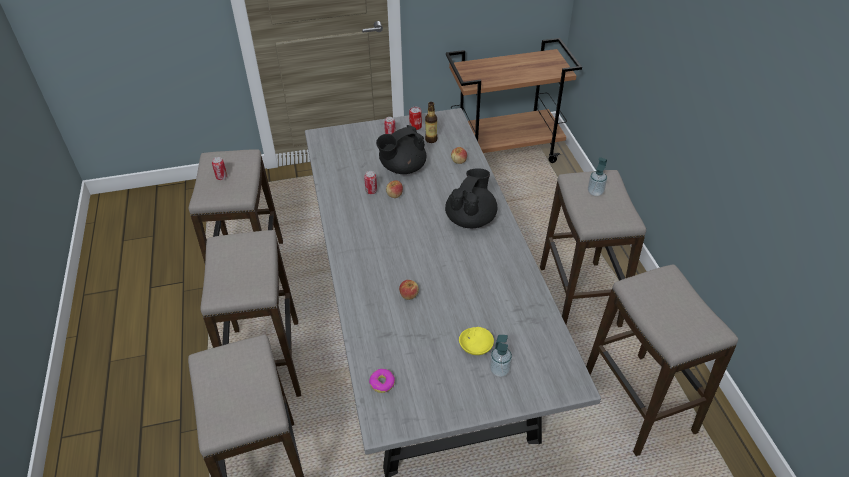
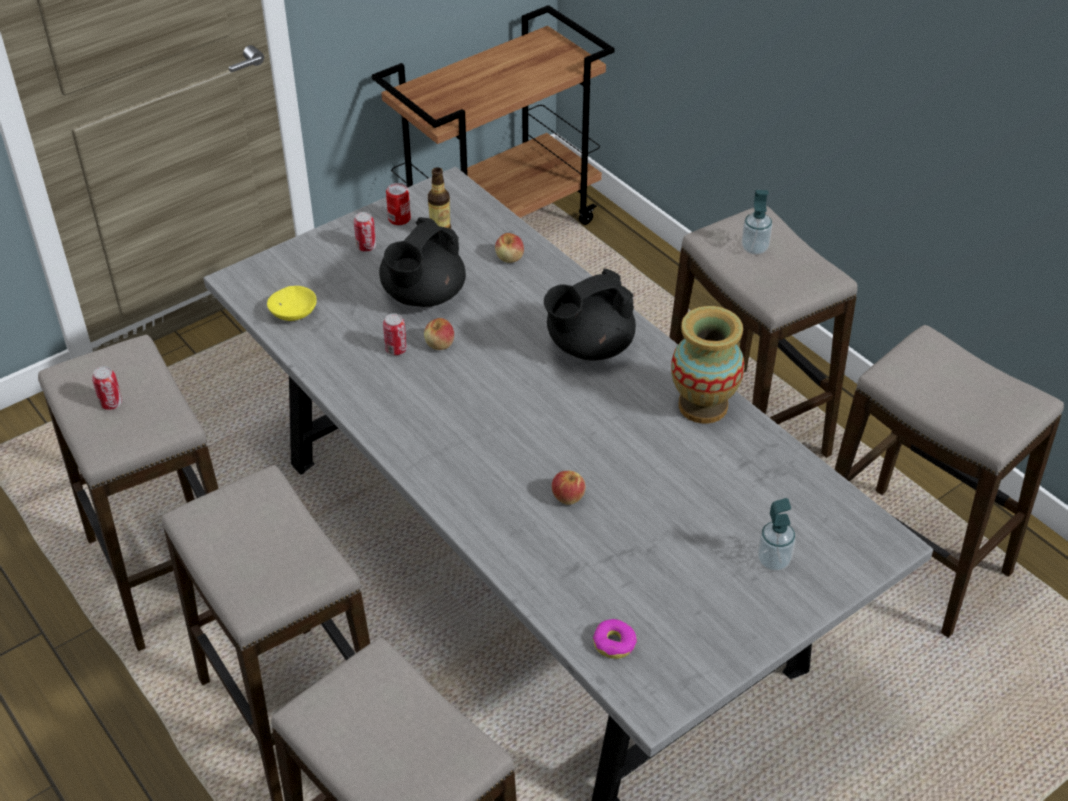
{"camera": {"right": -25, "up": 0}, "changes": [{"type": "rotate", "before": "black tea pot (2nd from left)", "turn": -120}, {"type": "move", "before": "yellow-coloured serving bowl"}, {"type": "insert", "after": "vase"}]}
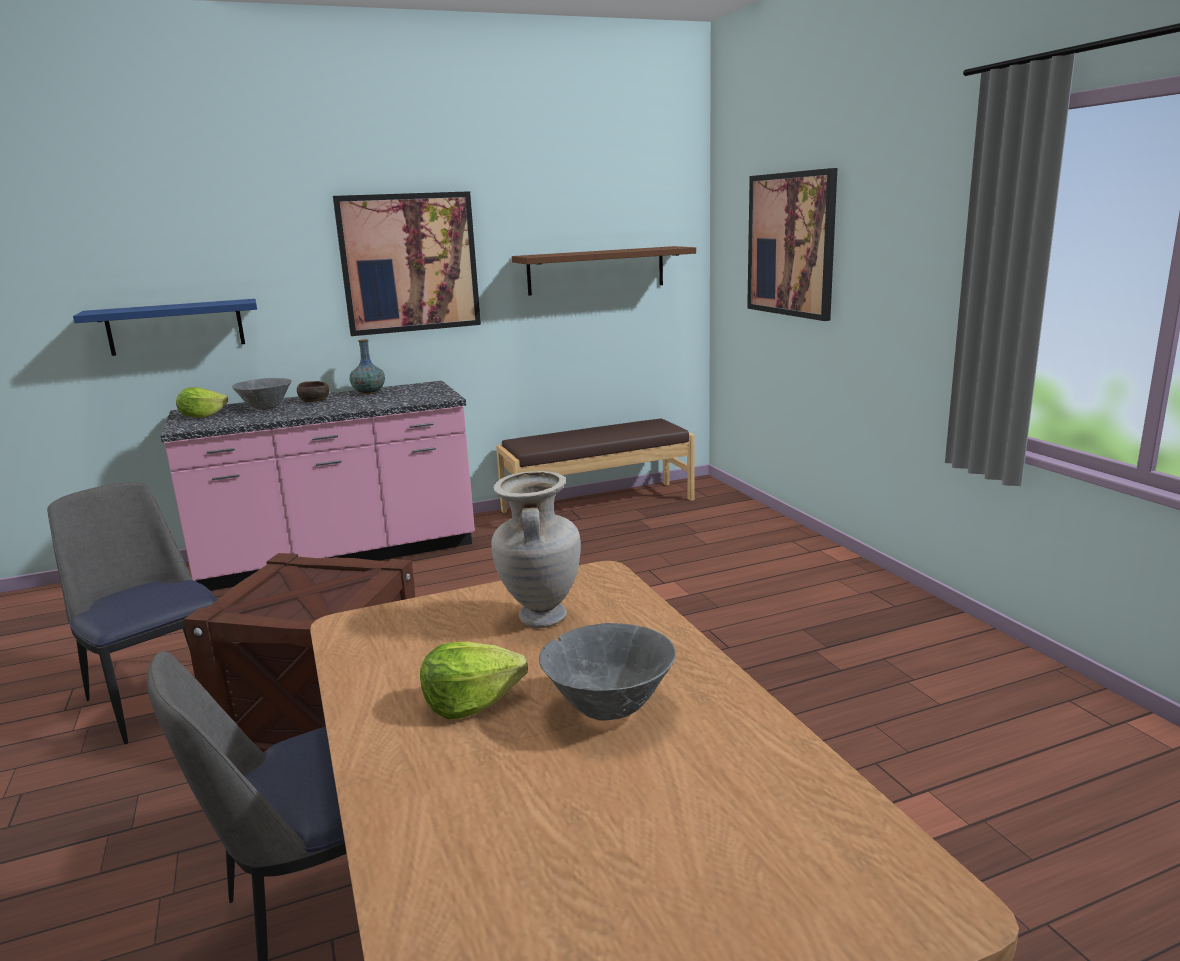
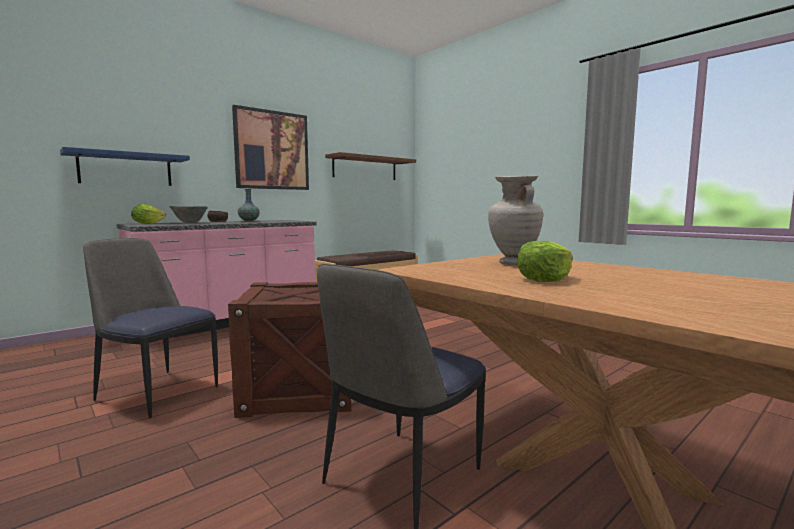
{"camera": {"right": -20, "up": -10}, "changes": [{"type": "delete", "before": "wall art (2nd from left)"}, {"type": "delete", "before": "grey serving bowl (2nd from left)"}]}
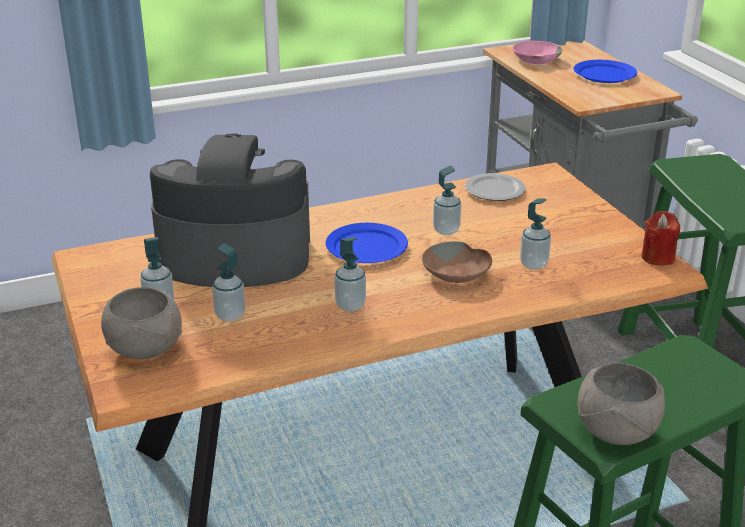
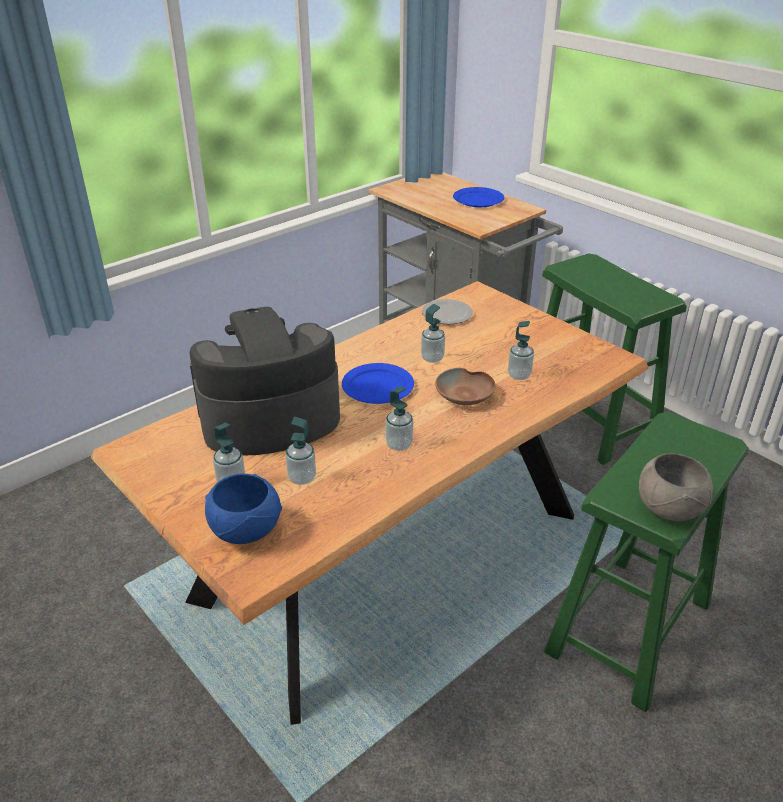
{"camera": {"right": -20, "up": 5}, "changes": [{"type": "delete", "before": "pink-coloured serving bowl"}, {"type": "delete", "before": "red-coloured wax candle"}, {"type": "recolor", "before": "grey serving bowl (1st from left)", "after": "blue serving bowl"}]}
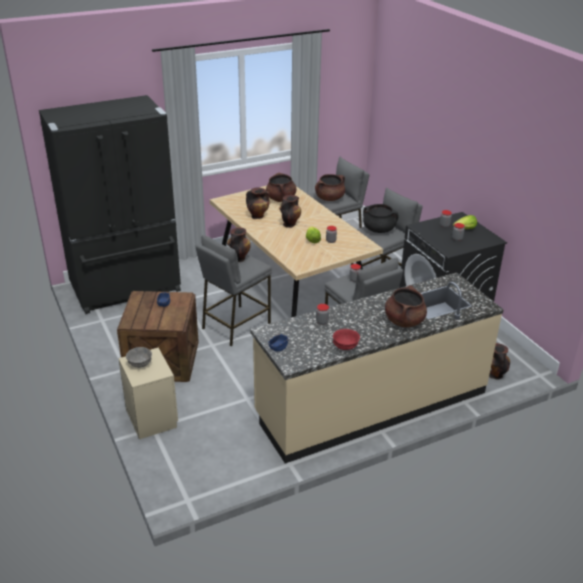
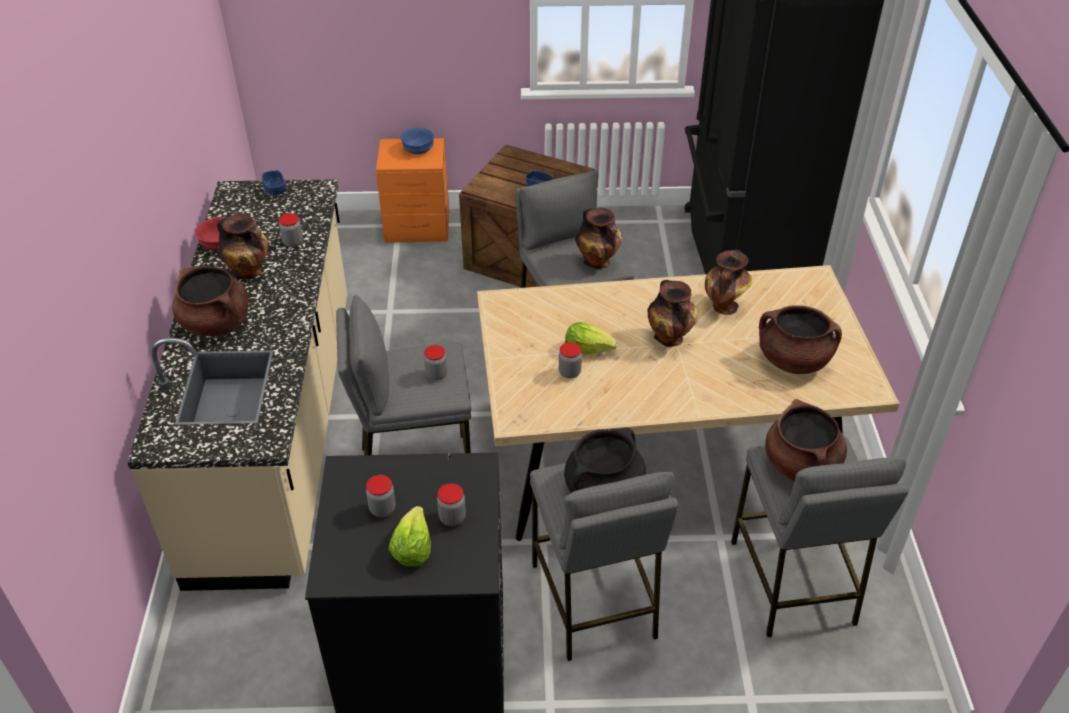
{"camera": {"right": 115, "up": 10}, "changes": [{"type": "move", "before": "vase (4th from left in the first image)", "after": "vase (1st from left)"}, {"type": "recolor", "before": "grey serving bowl", "after": "blue serving bowl (2nd from left)"}, {"type": "recolor", "before": "sand-coloured night table", "after": "orange-coloured night table"}]}
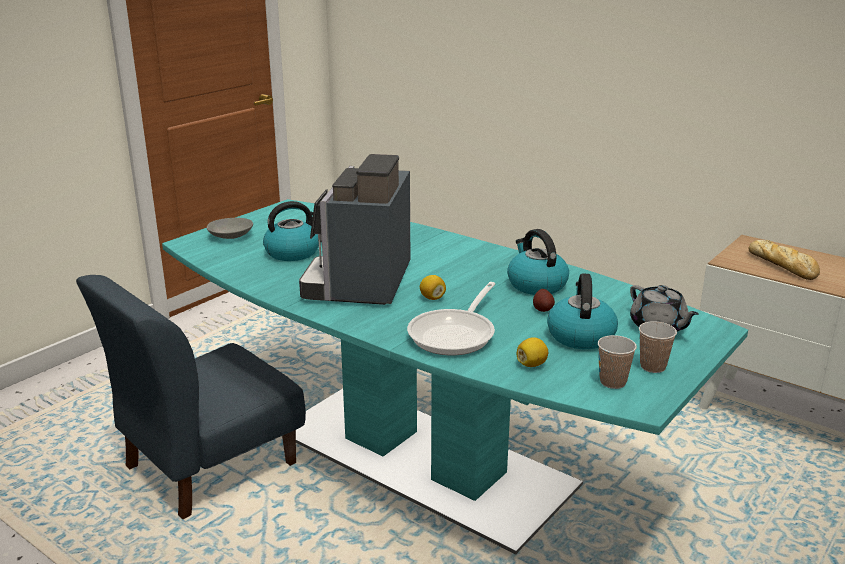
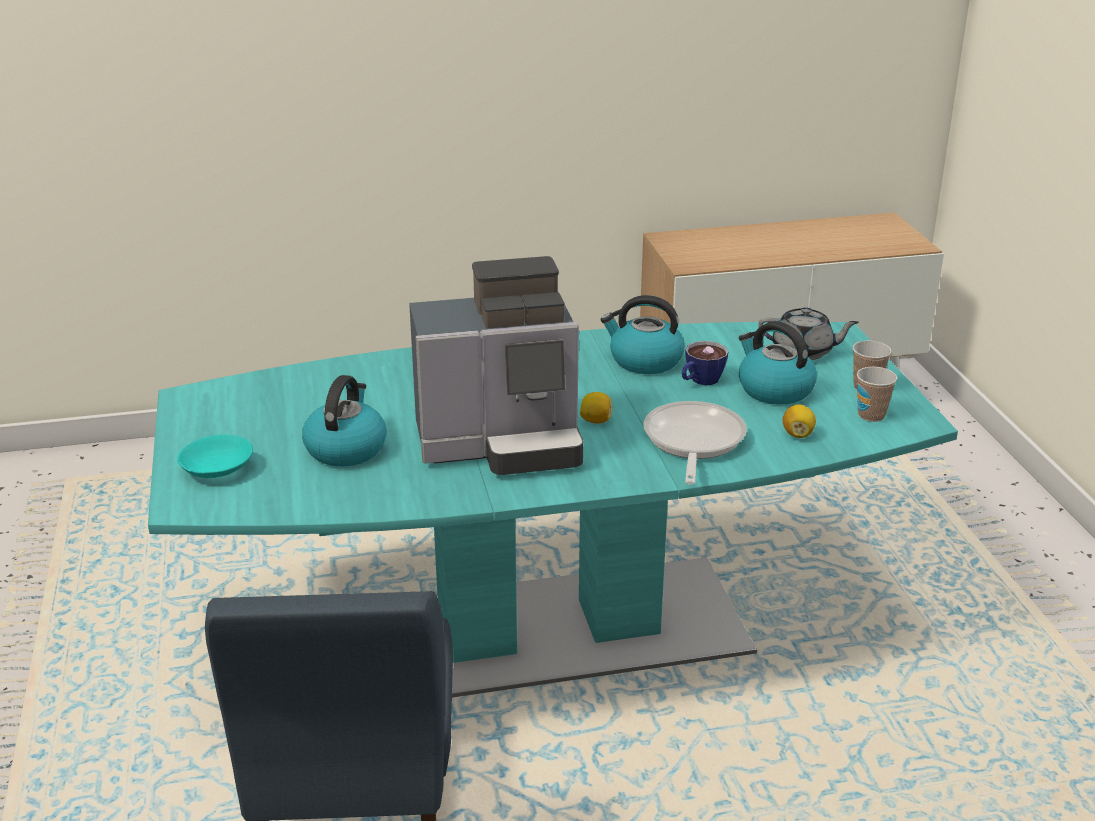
{"camera": {"right": -50, "up": 5}, "changes": [{"type": "rotate", "before": "coffee brewer", "turn": -60}, {"type": "recolor", "before": "grey serving bowl", "after": "blue-green serving bowl"}, {"type": "delete", "before": "bakery bread"}, {"type": "rotate", "before": "skillet", "turn": -150}, {"type": "replace", "before": "spud", "after": "small cup (1st from left)"}]}
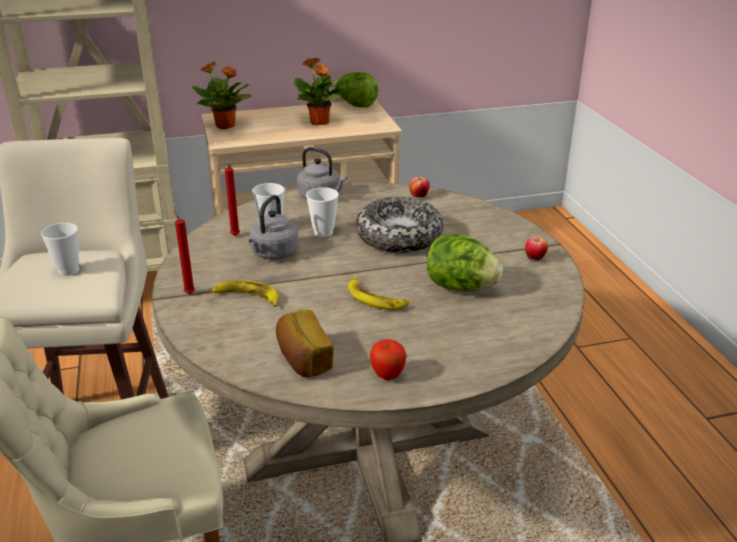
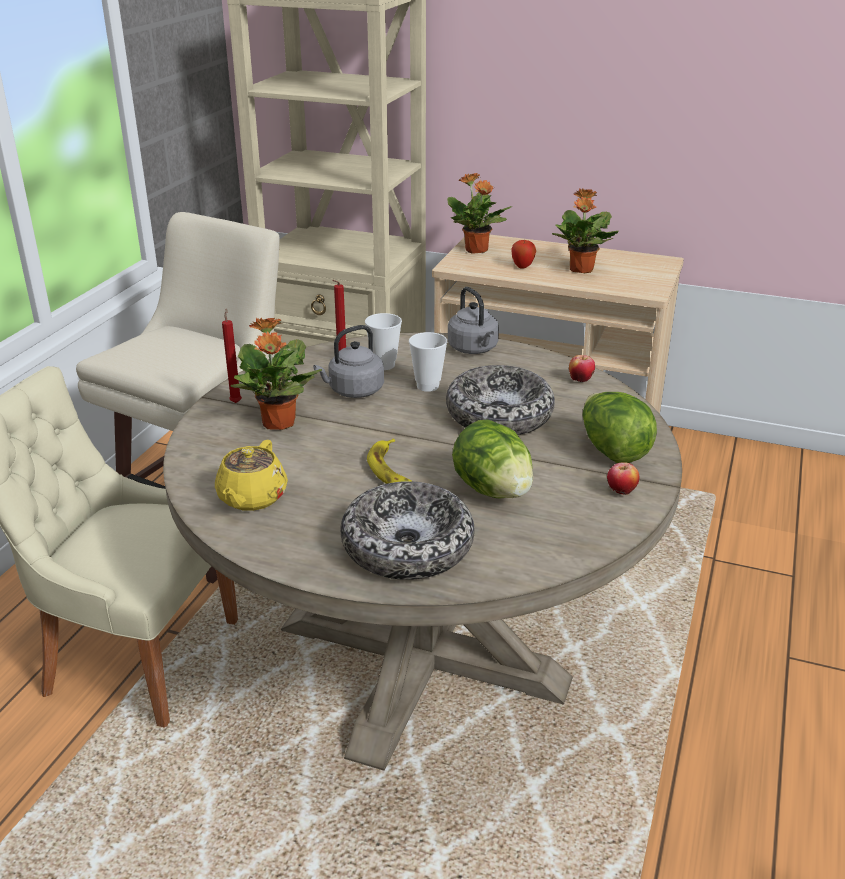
{"camera": {"right": 35, "up": 0}, "changes": [{"type": "move", "before": "lettuce (1st from left in the first image)", "after": "lettuce (2nd from left)"}, {"type": "delete", "before": "small cup (1st from left)"}, {"type": "replace", "before": "banana fruit (1st from left)", "after": "potted plant (1st from left)"}, {"type": "replace", "before": "bakery bread", "after": "yellow-coloured tea pot"}, {"type": "move", "before": "whole apple (1st from left)"}, {"type": "insert", "after": "serving bowl (1st from left)"}]}
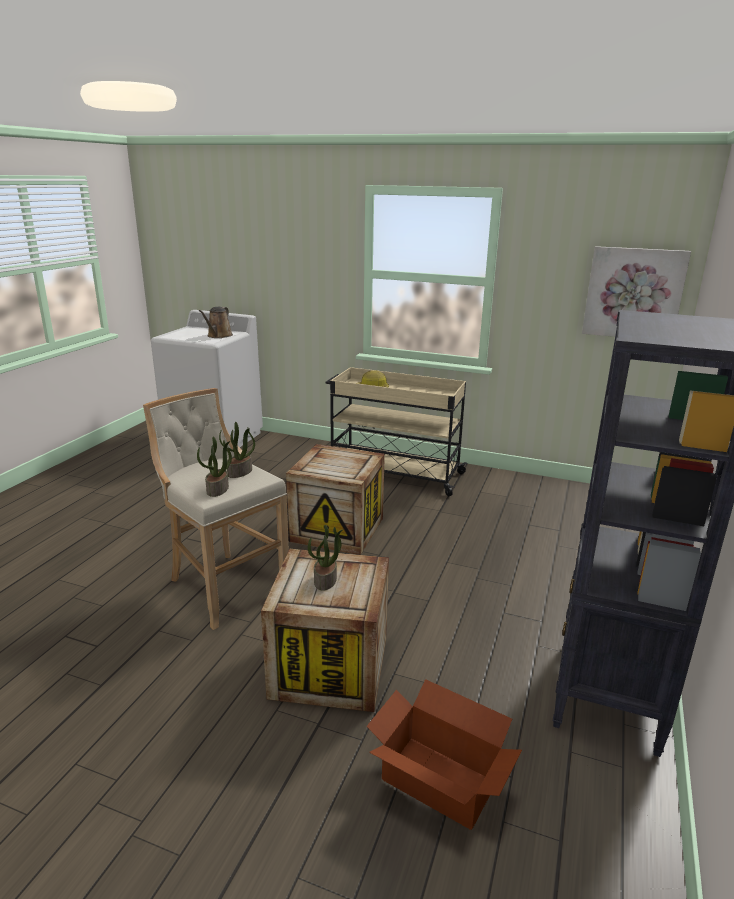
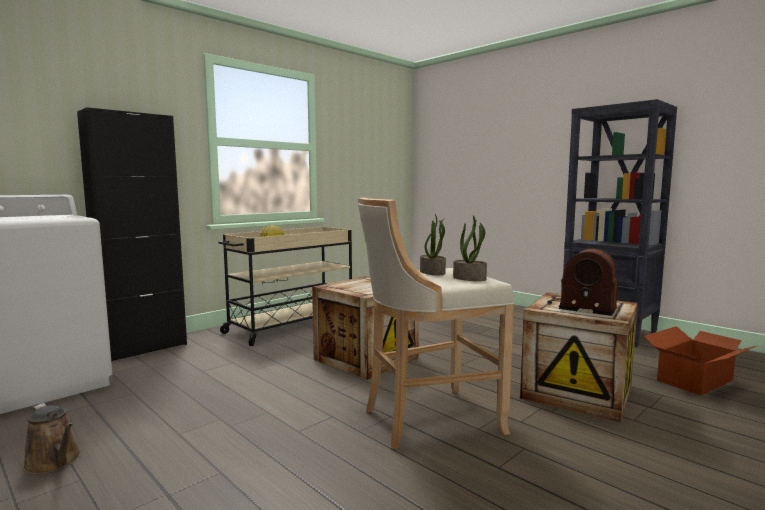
{"camera": {"right": -65, "up": -15}, "changes": [{"type": "delete", "before": "wall art"}, {"type": "move", "before": "brown-coloured watering can"}, {"type": "replace", "before": "potted plant (3rd from left)", "after": "radio"}, {"type": "insert", "after": "black storage cabinet"}]}
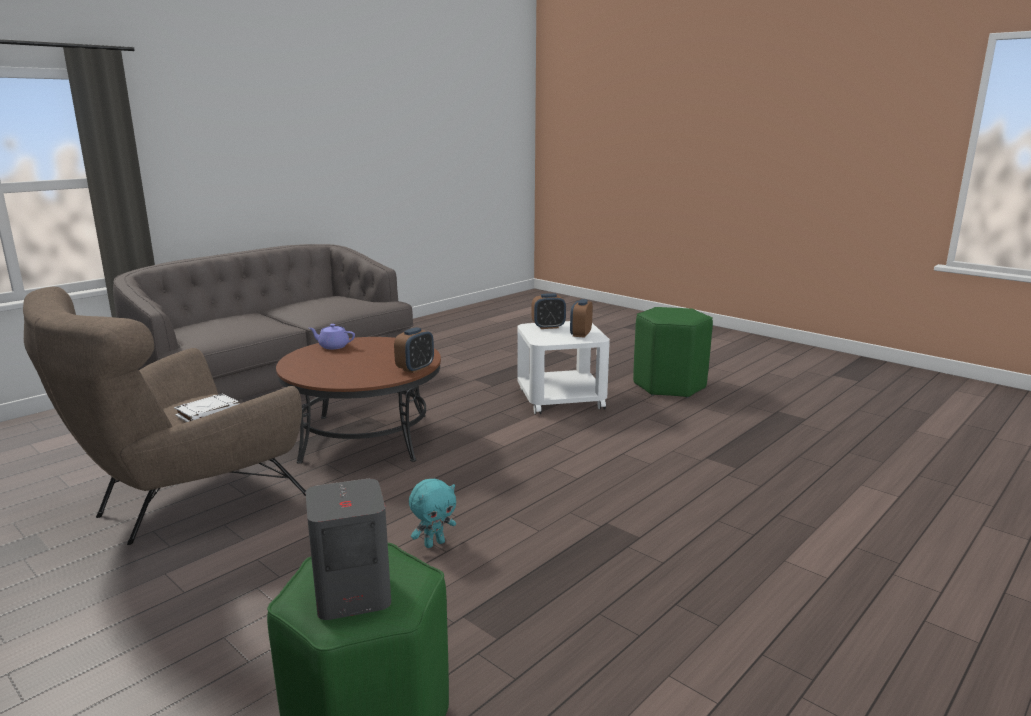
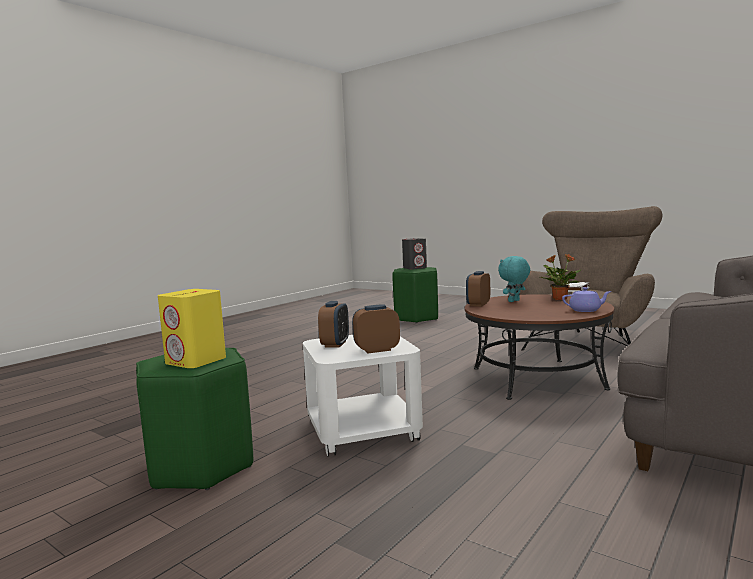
{"camera": {"right": 175, "up": -10}, "changes": [{"type": "move", "before": "blue-green soft toy"}, {"type": "insert", "after": "potted plant"}, {"type": "insert", "after": "yellow-coloured audio speaker"}]}
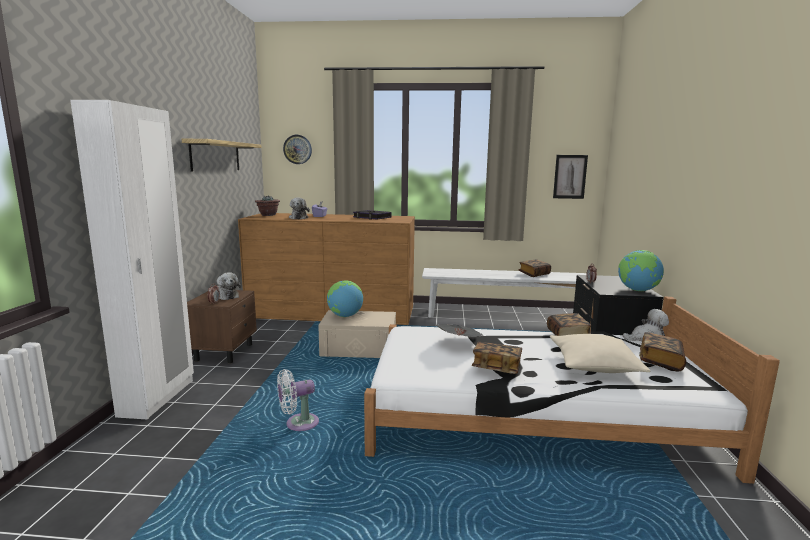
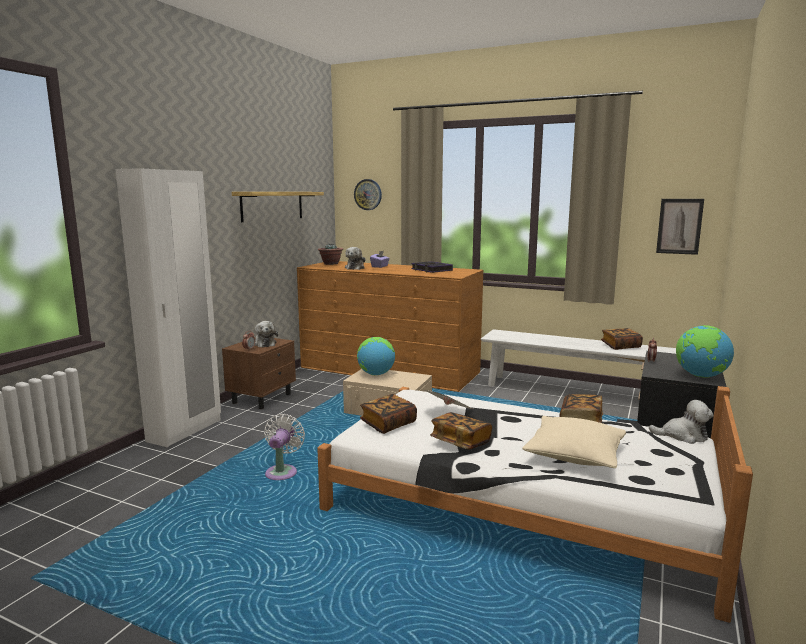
{"camera": {"right": 20, "up": 0}, "changes": [{"type": "move", "before": "volume (5th from left in the first image)", "after": "volume (1st from left)"}, {"type": "rotate", "before": "white fan", "turn": 105}]}
